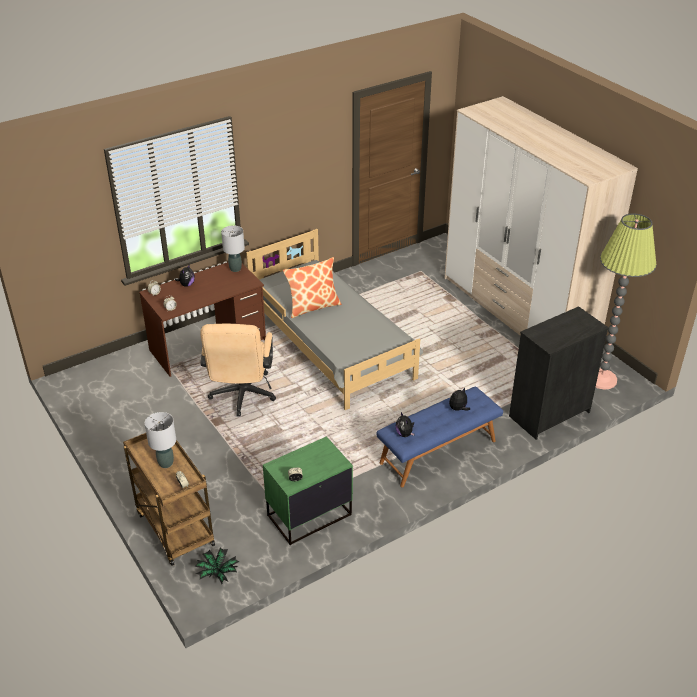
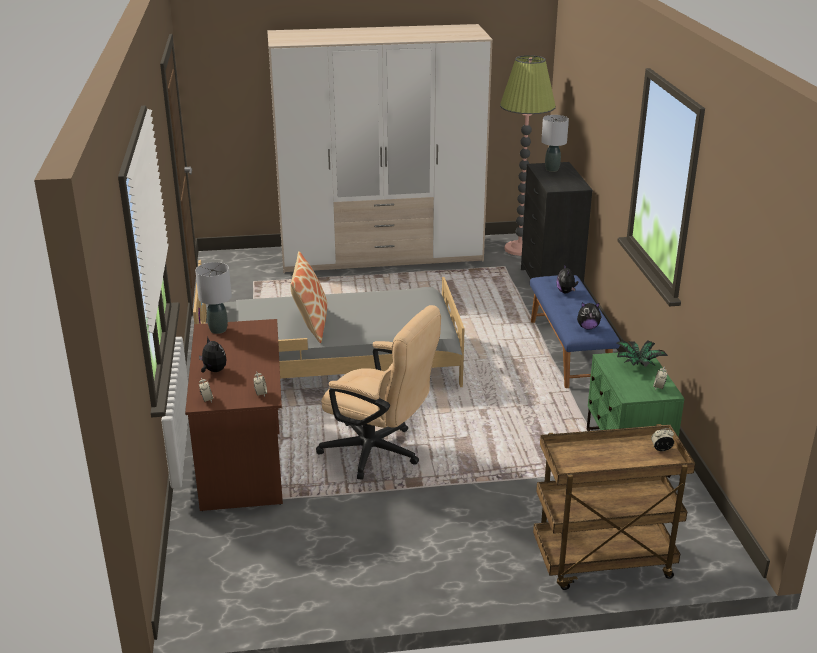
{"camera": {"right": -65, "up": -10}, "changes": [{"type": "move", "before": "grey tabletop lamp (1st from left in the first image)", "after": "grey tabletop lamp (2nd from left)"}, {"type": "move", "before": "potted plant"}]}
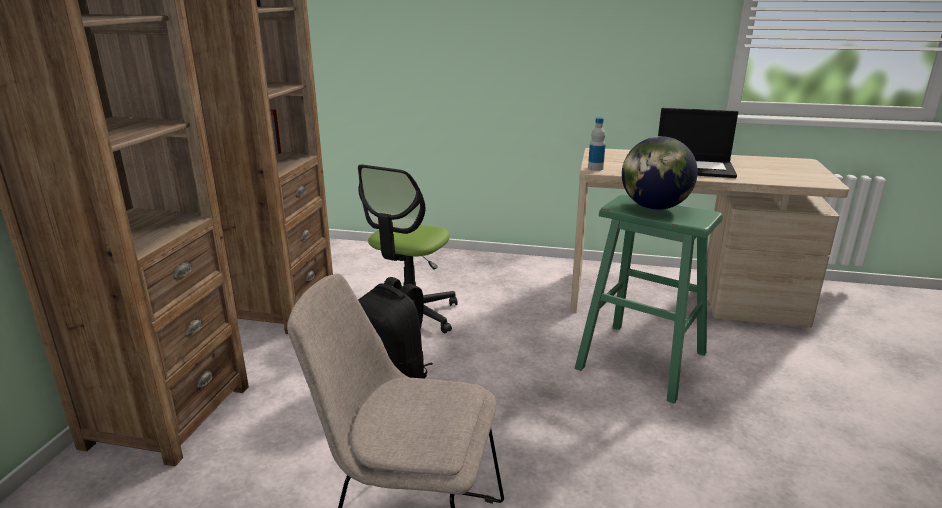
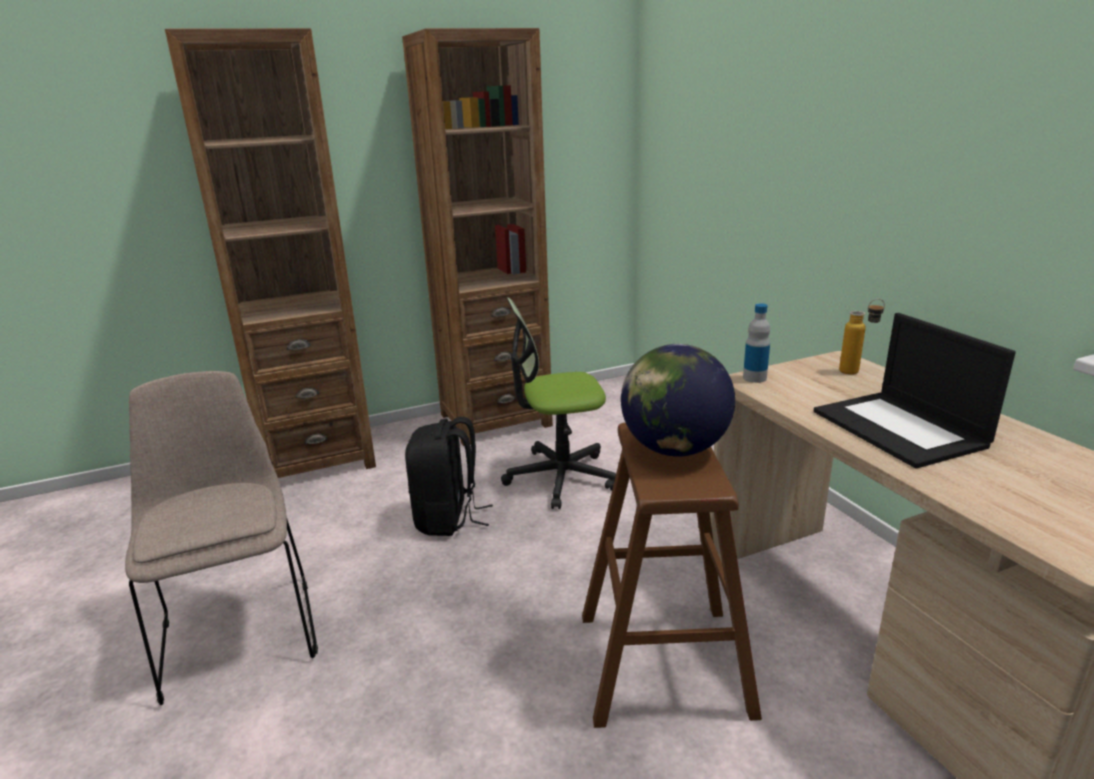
{"camera": {"right": 55, "up": 0}, "changes": [{"type": "recolor", "before": "green stool", "after": "brown-coloured stool"}, {"type": "insert", "after": "drink bottle (2nd from left)"}]}
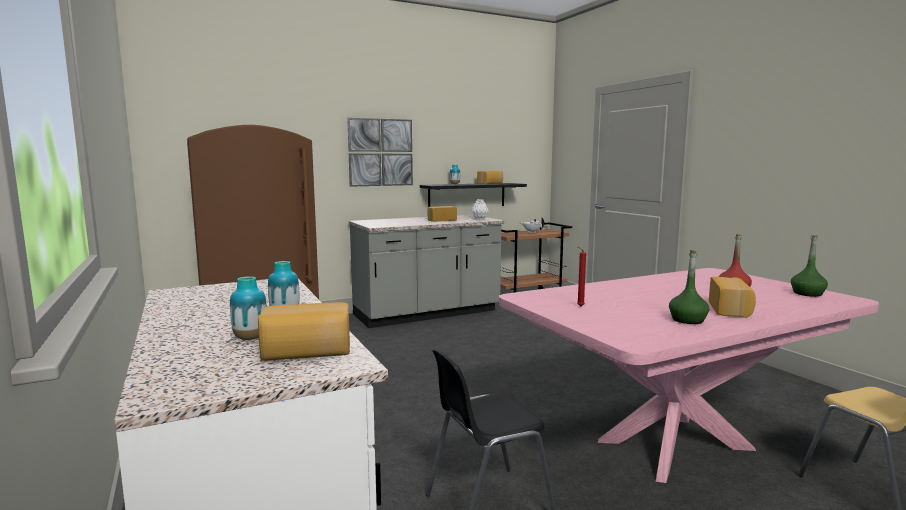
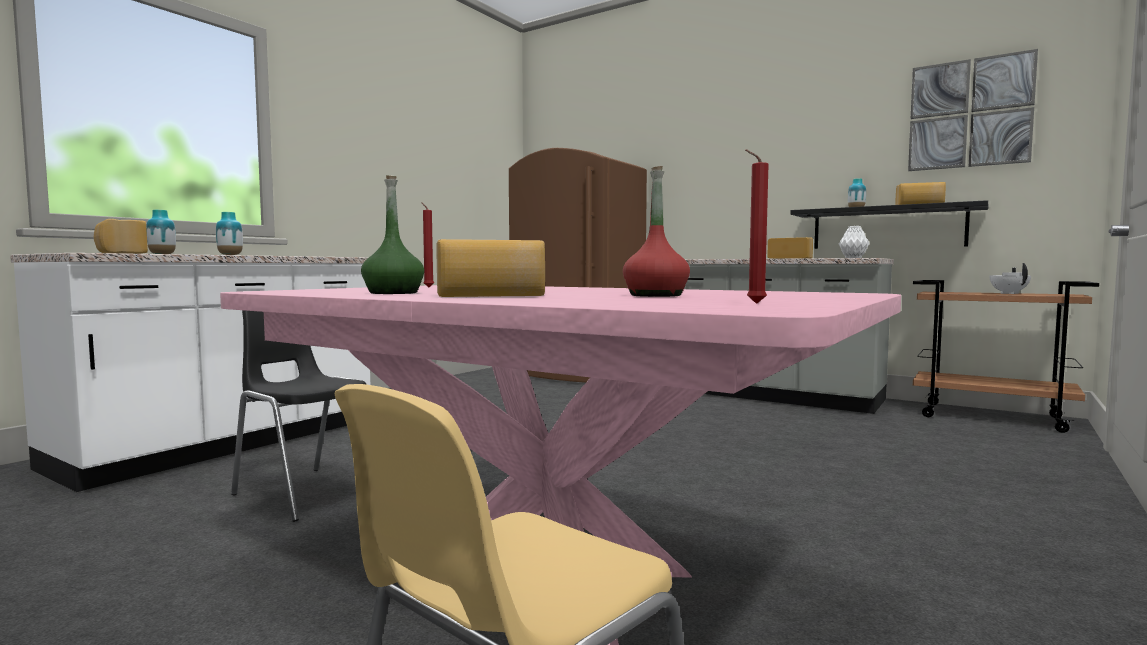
{"camera": {"right": 60, "up": -5}, "changes": [{"type": "move", "before": "wall art"}, {"type": "replace", "before": "green drink bottle (2nd from left)", "after": "red-coloured wax candle (2nd from left)"}]}
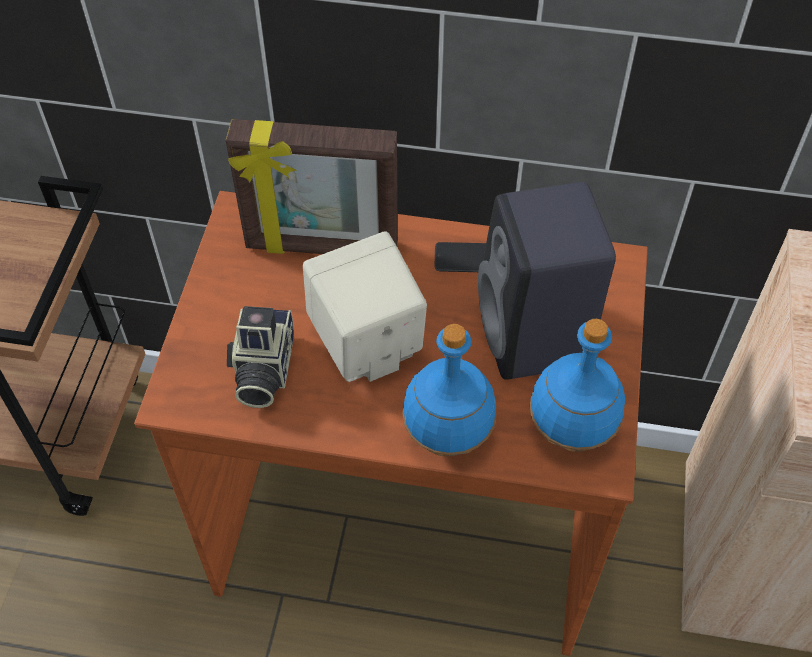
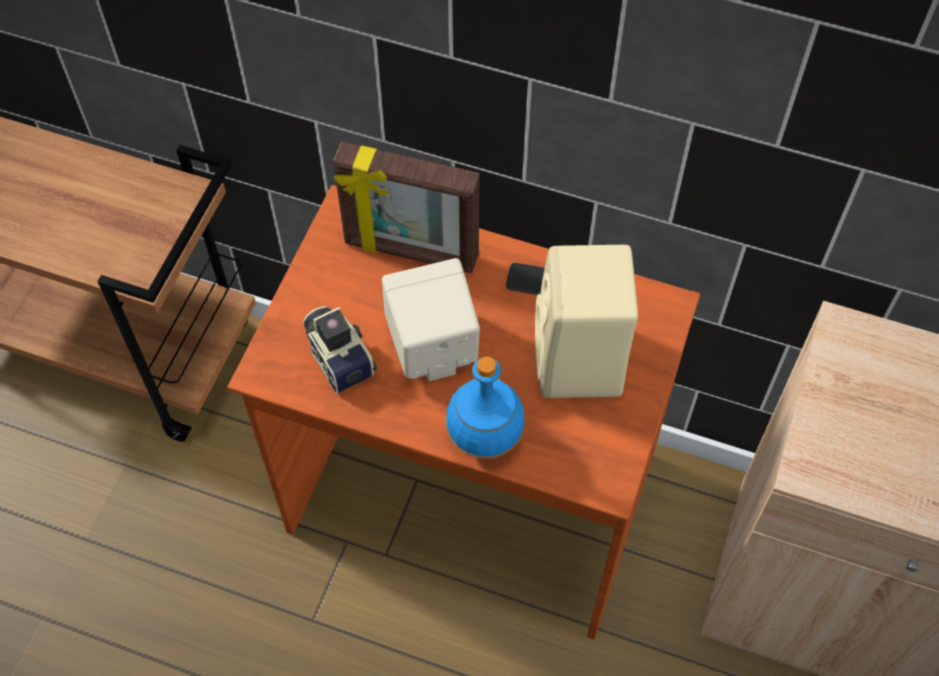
{"camera": {"right": 10, "up": 5}, "changes": [{"type": "recolor", "before": "black audio speaker", "after": "sand-coloured audio speaker (2nd from left)"}, {"type": "rotate", "before": "still camera", "turn": 135}, {"type": "delete", "before": "blue drink bottle (2nd from left)"}]}
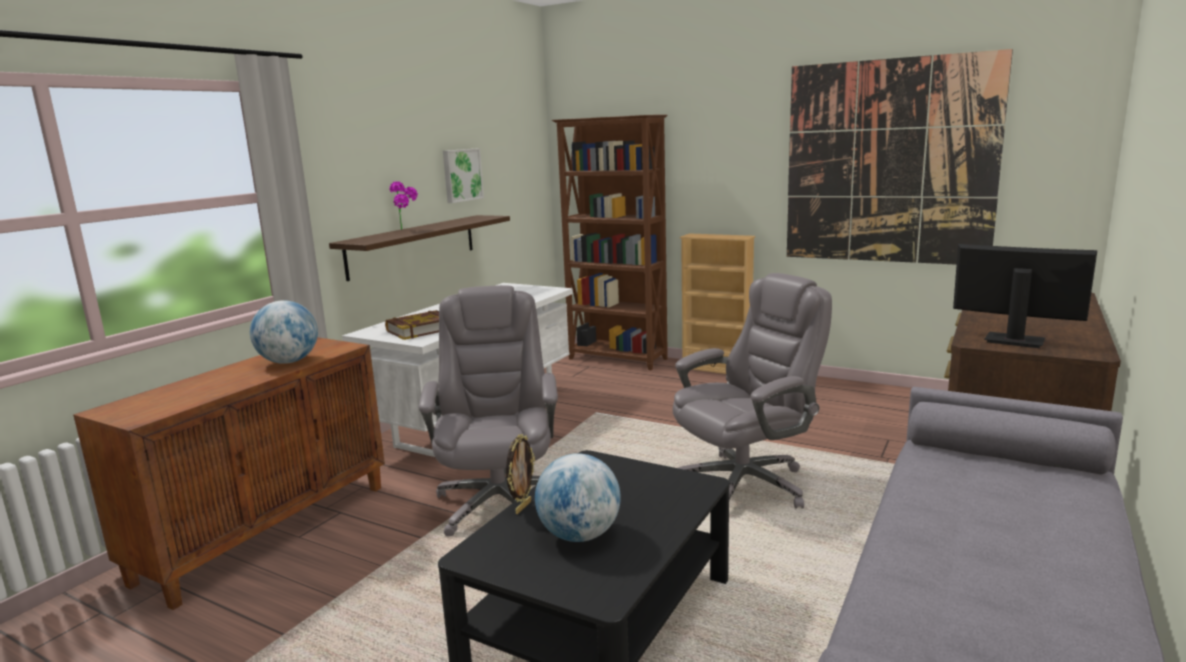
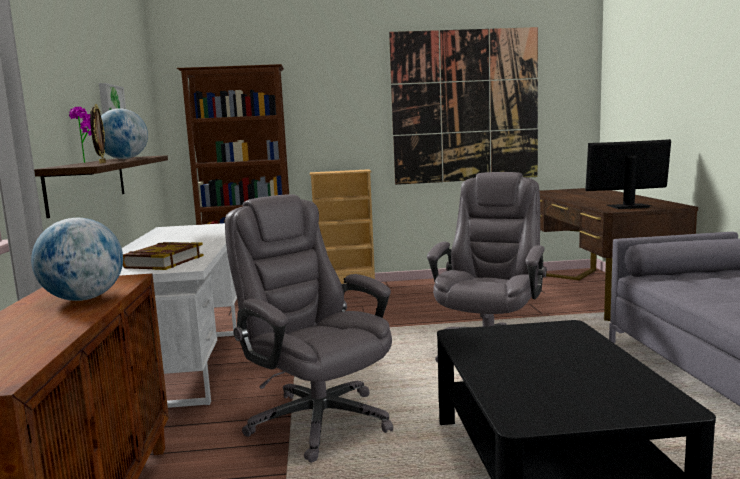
{"camera": {"right": -35, "up": -5}, "changes": [{"type": "move", "before": "picture frame"}, {"type": "move", "before": "globe (2nd from left)"}]}
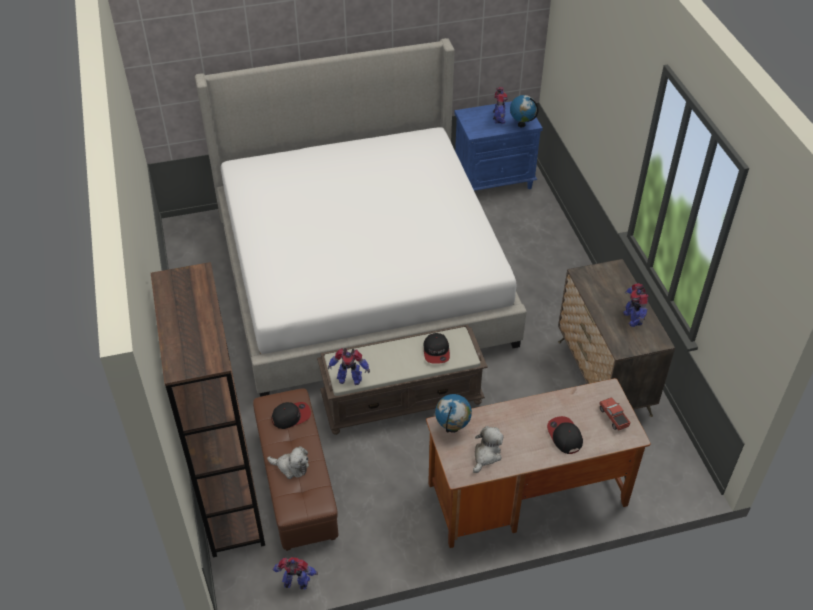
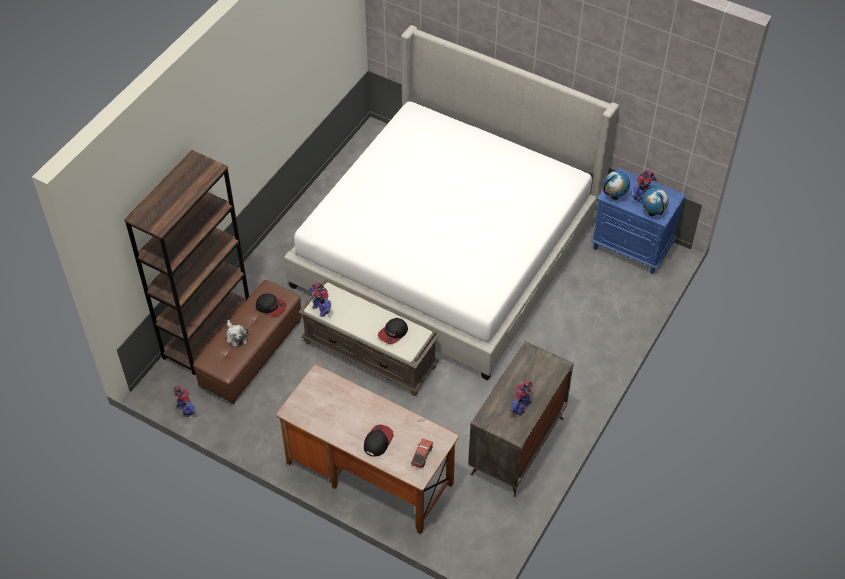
{"camera": {"right": 45, "up": 5}, "changes": [{"type": "move", "before": "globe (1st from left)"}, {"type": "delete", "before": "soft toy (2nd from left)"}]}
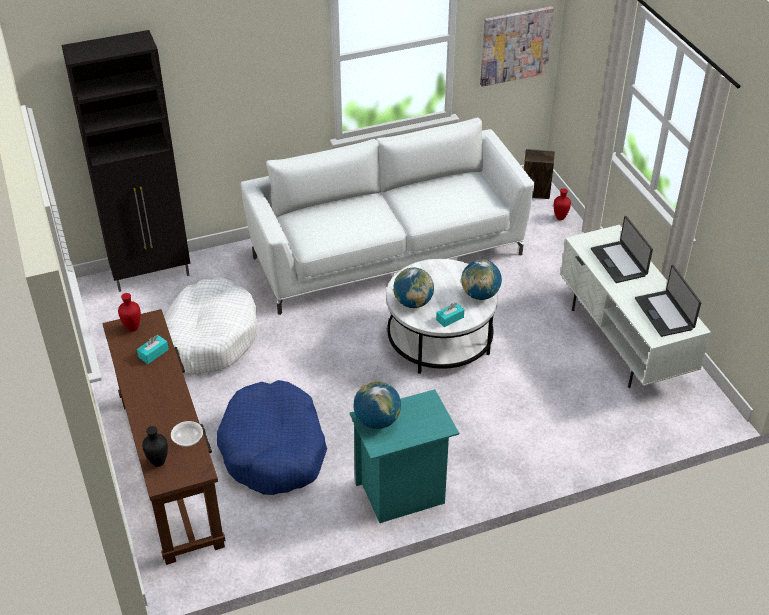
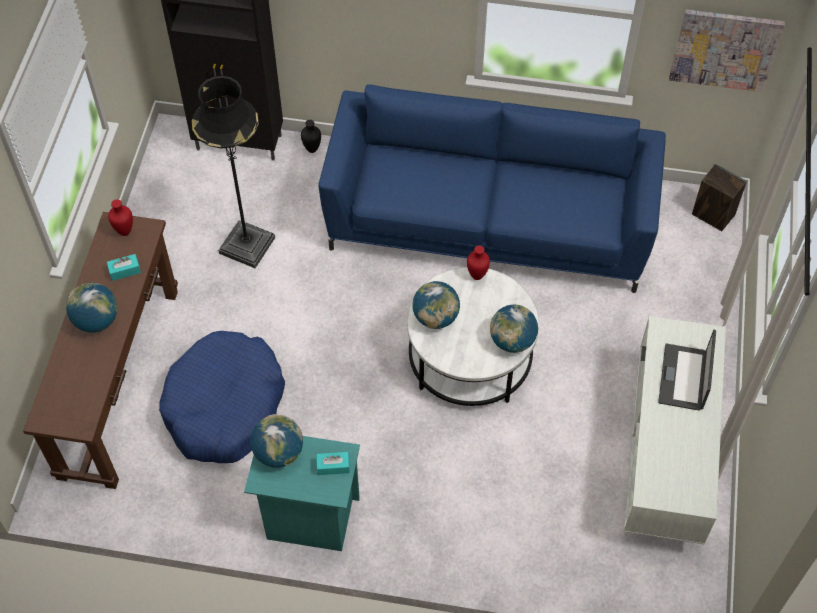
{"camera": {"right": 30, "up": 15}, "changes": [{"type": "recolor", "before": "white couch", "after": "blue couch"}, {"type": "move", "before": "red-coloured vase (2nd from left)"}, {"type": "delete", "before": "notebook computer (2nd from left)"}, {"type": "replace", "before": "white dog bed", "after": "black standard lamp"}, {"type": "move", "before": "blue-green tissue holder (2nd from left)"}, {"type": "delete", "before": "serving bowl"}, {"type": "move", "before": "black vase"}, {"type": "insert", "after": "globe (1st from left)"}]}
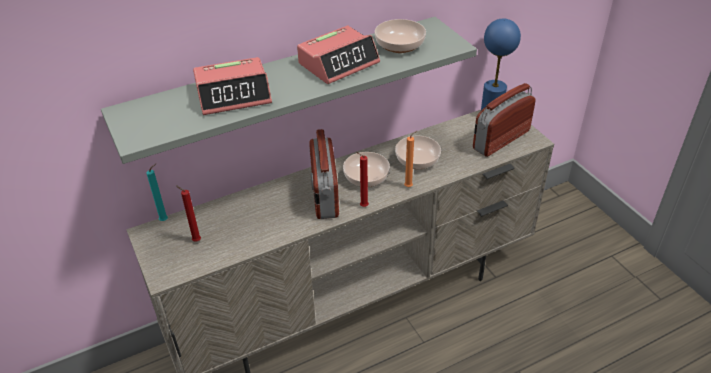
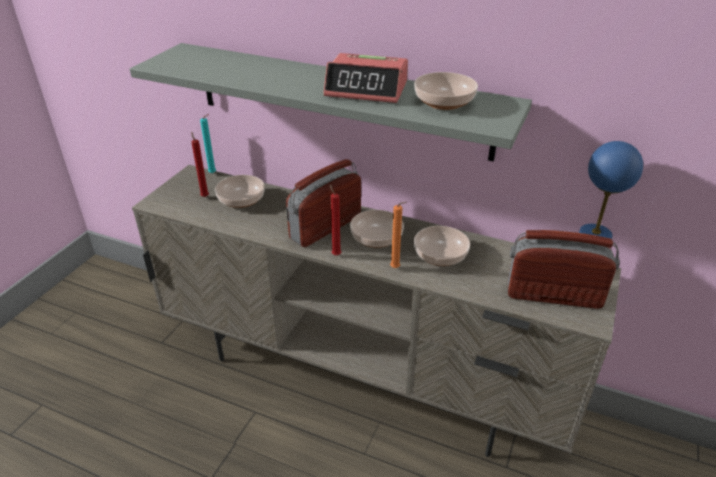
{"camera": {"right": 50, "up": -5}, "changes": [{"type": "delete", "before": "bedside clock (1st from left)"}, {"type": "insert", "after": "serving bowl (1st from left)"}]}
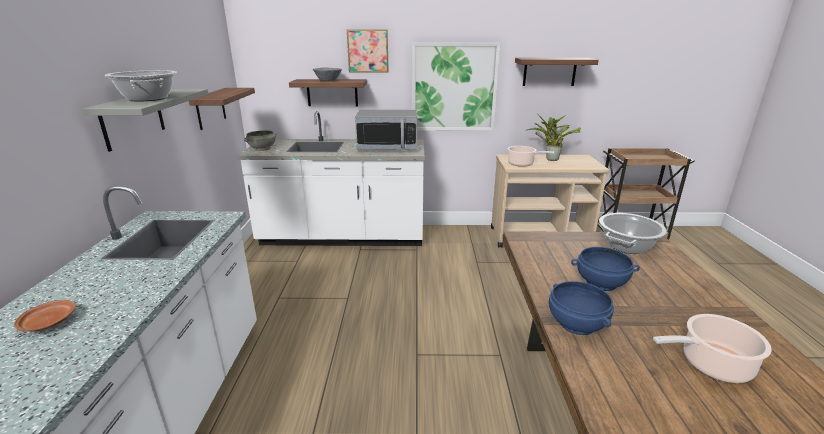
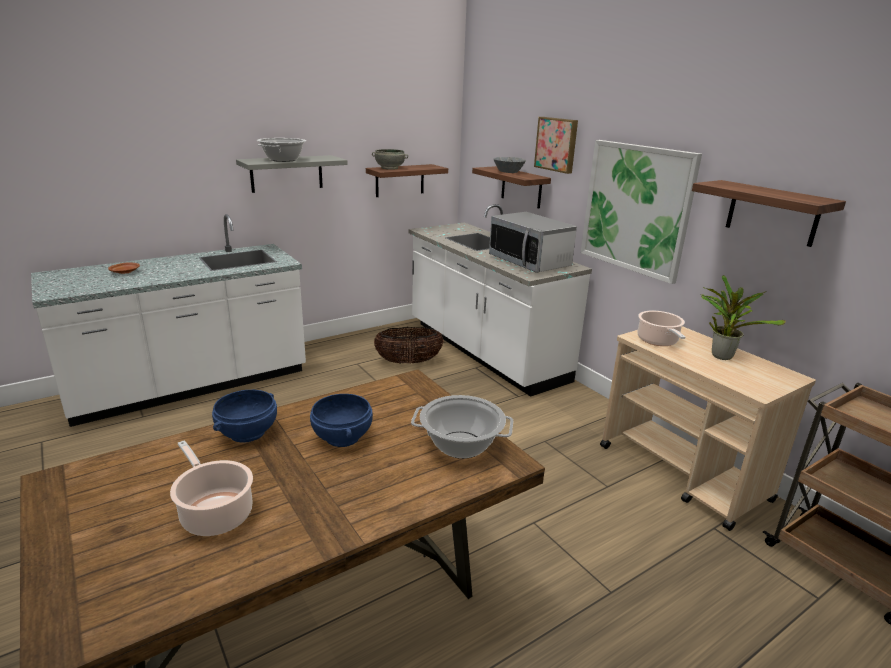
{"camera": {"right": 55, "up": 0}, "changes": [{"type": "move", "before": "grey serving bowl (1st from left)"}, {"type": "insert", "after": "basket"}]}
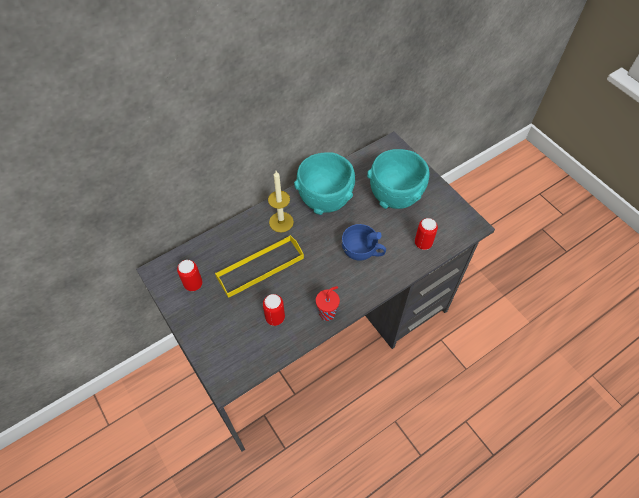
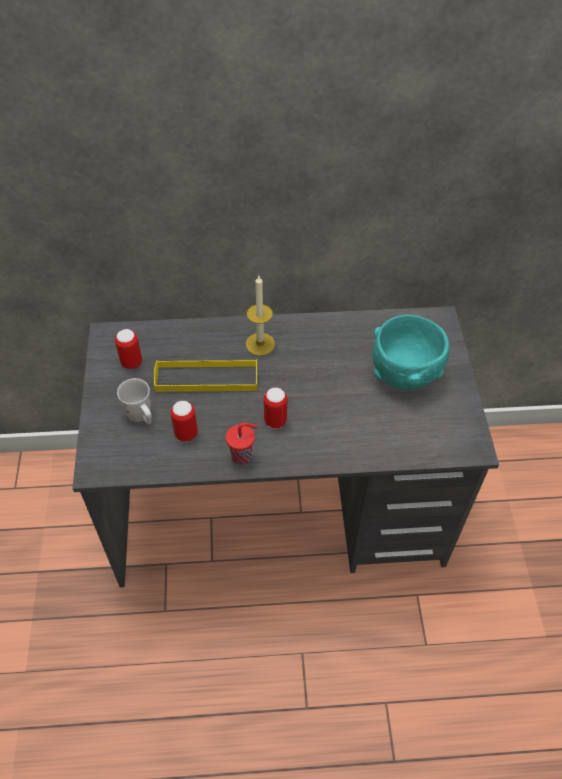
{"camera": {"right": 30, "up": -5}, "changes": [{"type": "delete", "before": "blue-green serving bowl (1st from left)"}, {"type": "move", "before": "sealed can (3rd from left)"}, {"type": "delete", "before": "blue small cup"}, {"type": "insert", "after": "white coffee mug"}]}
